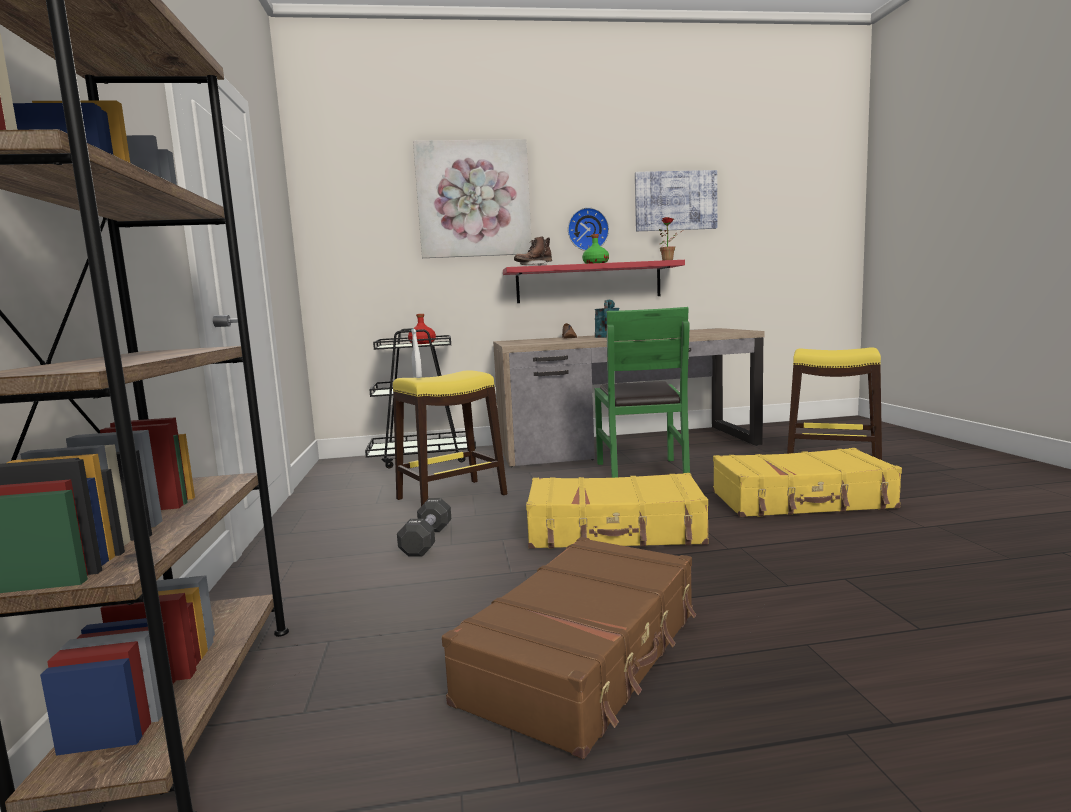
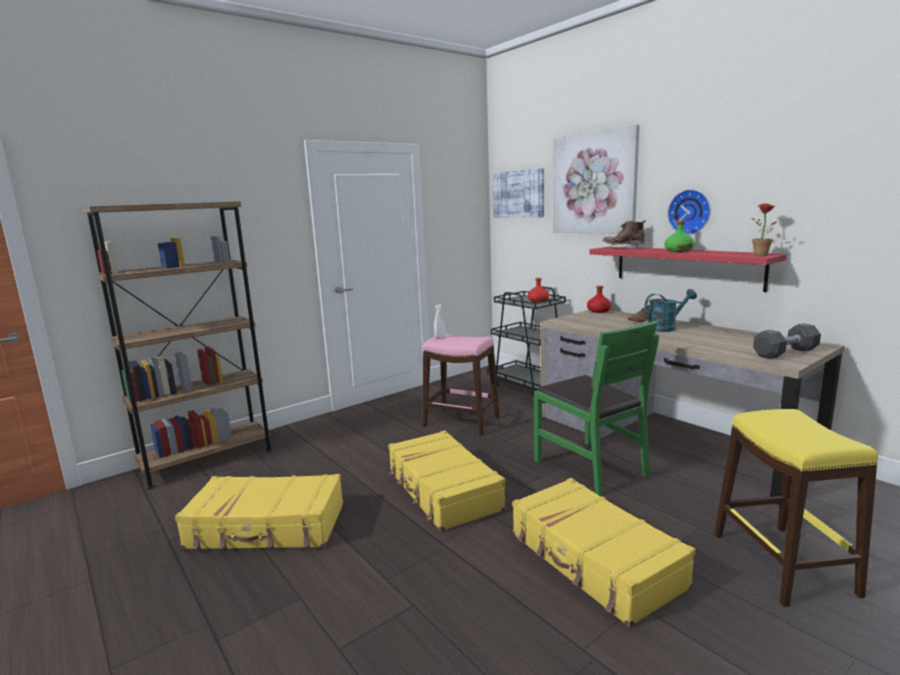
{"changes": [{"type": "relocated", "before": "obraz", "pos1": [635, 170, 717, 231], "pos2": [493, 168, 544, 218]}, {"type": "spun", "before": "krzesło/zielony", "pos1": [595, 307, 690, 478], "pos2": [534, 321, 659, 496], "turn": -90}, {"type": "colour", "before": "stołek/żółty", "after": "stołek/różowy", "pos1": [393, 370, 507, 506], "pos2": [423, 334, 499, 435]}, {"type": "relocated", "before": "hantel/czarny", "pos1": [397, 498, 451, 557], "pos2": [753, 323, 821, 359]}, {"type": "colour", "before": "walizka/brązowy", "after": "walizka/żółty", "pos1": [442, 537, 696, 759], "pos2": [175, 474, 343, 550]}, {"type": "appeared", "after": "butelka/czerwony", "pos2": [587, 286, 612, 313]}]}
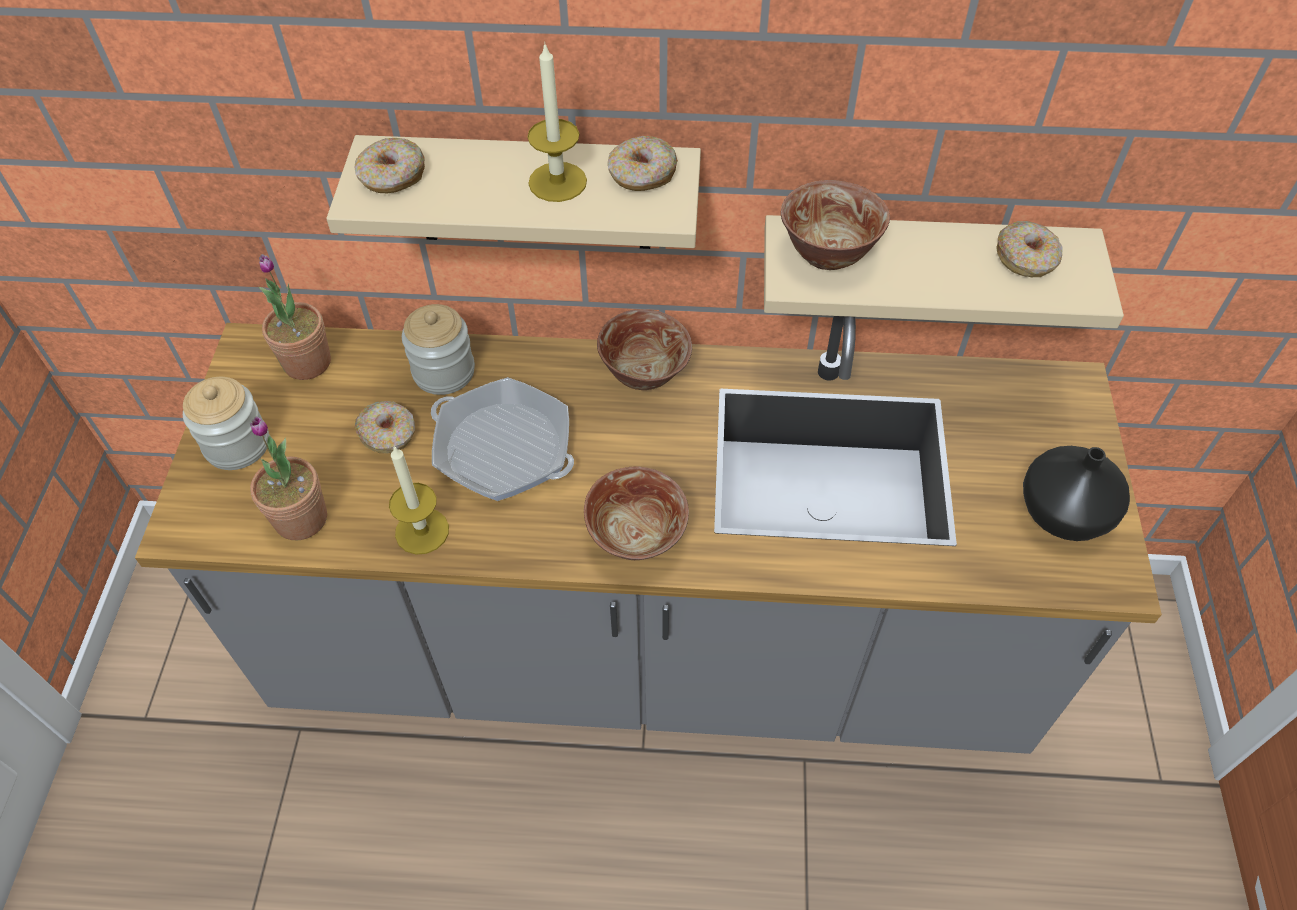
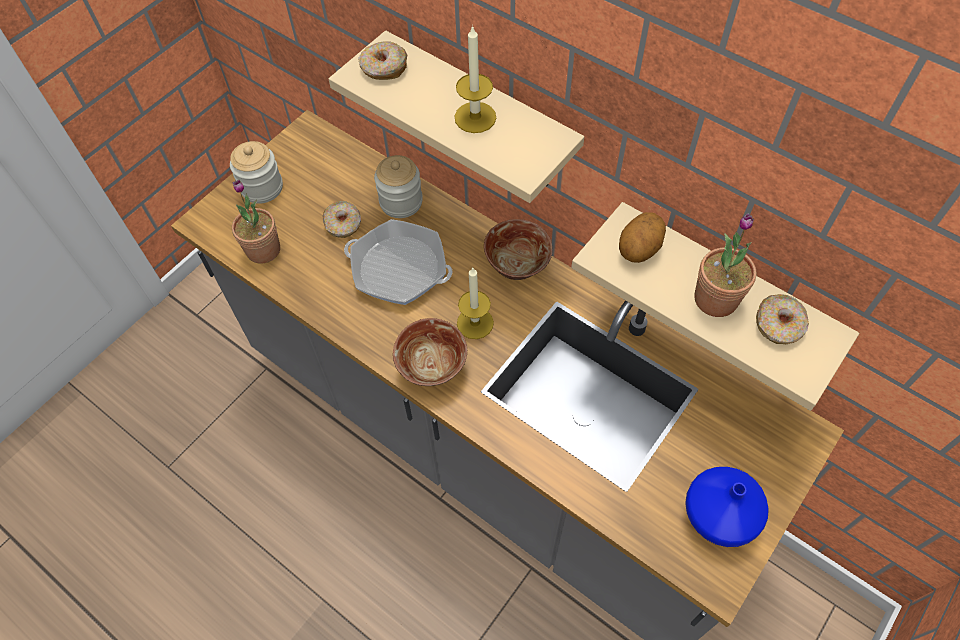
{"changes": [{"type": "missing", "before": "donut", "pos1": [608, 136, 678, 191]}, {"type": "exchanged", "before": "miska", "after": "ziemniak", "pos1": [781, 180, 890, 270], "pos2": [619, 212, 666, 263]}, {"type": "relocated", "before": "roślina doniczkowa", "pos1": [259, 254, 331, 380], "pos2": [694, 213, 756, 317]}, {"type": "spun", "before": "patelnia", "pos1": [431, 377, 574, 501], "pos2": [344, 219, 453, 305], "turn": -45}, {"type": "relocated", "before": "świeca", "pos1": [389, 445, 449, 554], "pos2": [457, 267, 494, 339]}, {"type": "colour", "before": "wazon/czarny", "after": "wazon/niebieski", "pos1": [1023, 446, 1130, 541], "pos2": [685, 467, 769, 547]}]}
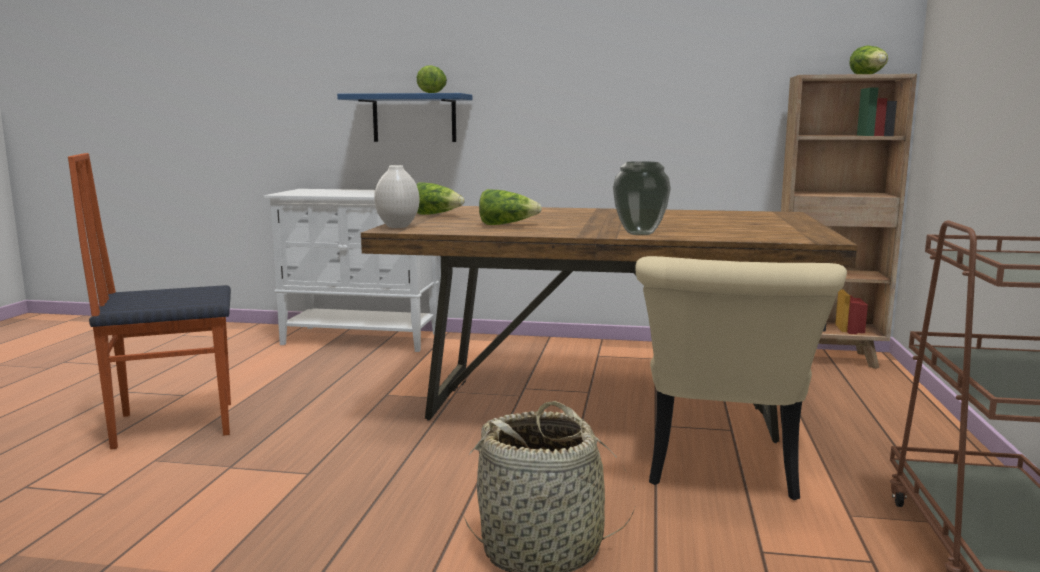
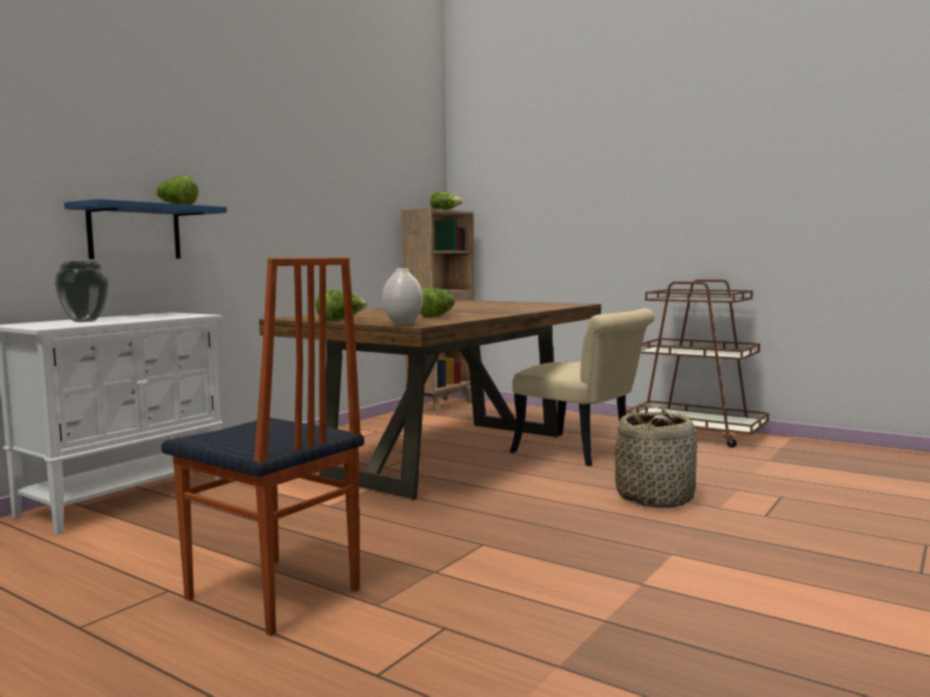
{"changes": [{"type": "spun", "before": "krzesło", "pos1": [68, 153, 231, 449], "pos2": [161, 257, 364, 636], "turn": -60}, {"type": "relocated", "before": "wazon", "pos1": [613, 161, 671, 235], "pos2": [55, 261, 109, 322]}]}
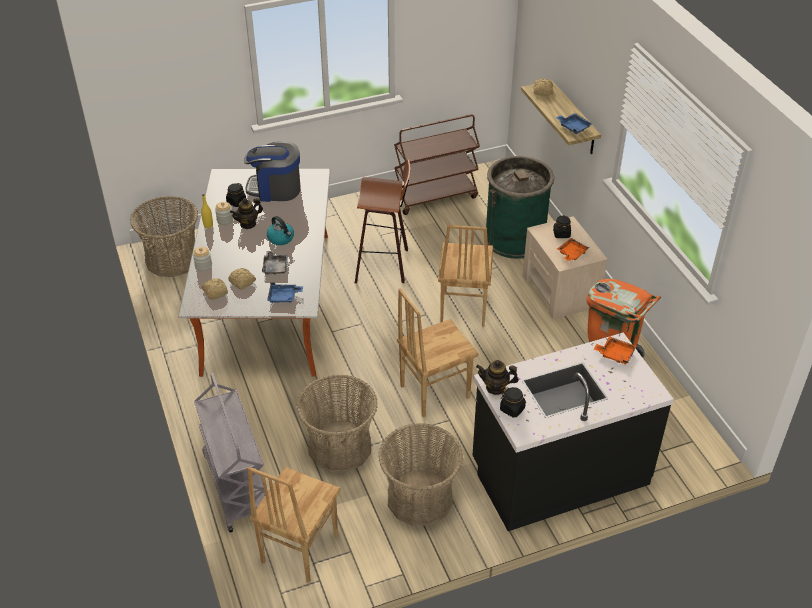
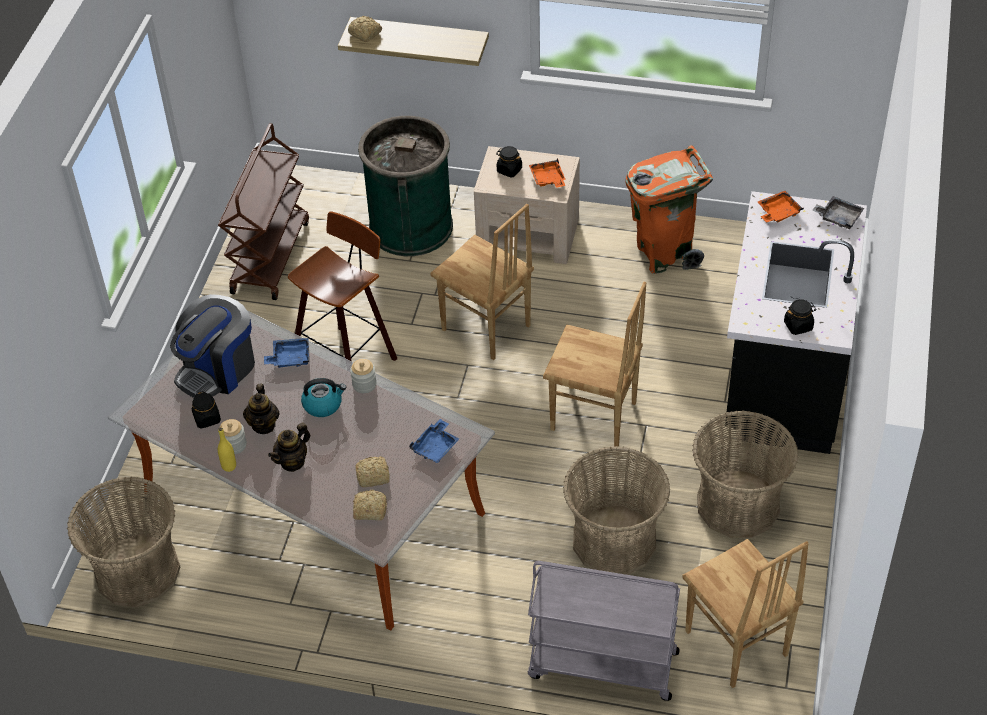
{"changes": [{"type": "relocated", "before": "taca/niebieski", "pos1": [556, 113, 592, 134], "pos2": [264, 338, 310, 368]}, {"type": "relocated", "before": "słoik", "pos1": [193, 247, 212, 271], "pos2": [350, 359, 377, 393]}, {"type": "relocated", "before": "taca/szary", "pos1": [262, 251, 288, 275], "pos2": [812, 196, 864, 229]}, {"type": "spun", "before": "krzesło/brązowy", "pos1": [397, 288, 478, 417], "pos2": [543, 282, 646, 447], "turn": -75}, {"type": "relocated", "before": "imbryk", "pos1": [476, 360, 519, 395], "pos2": [268, 423, 310, 472]}]}
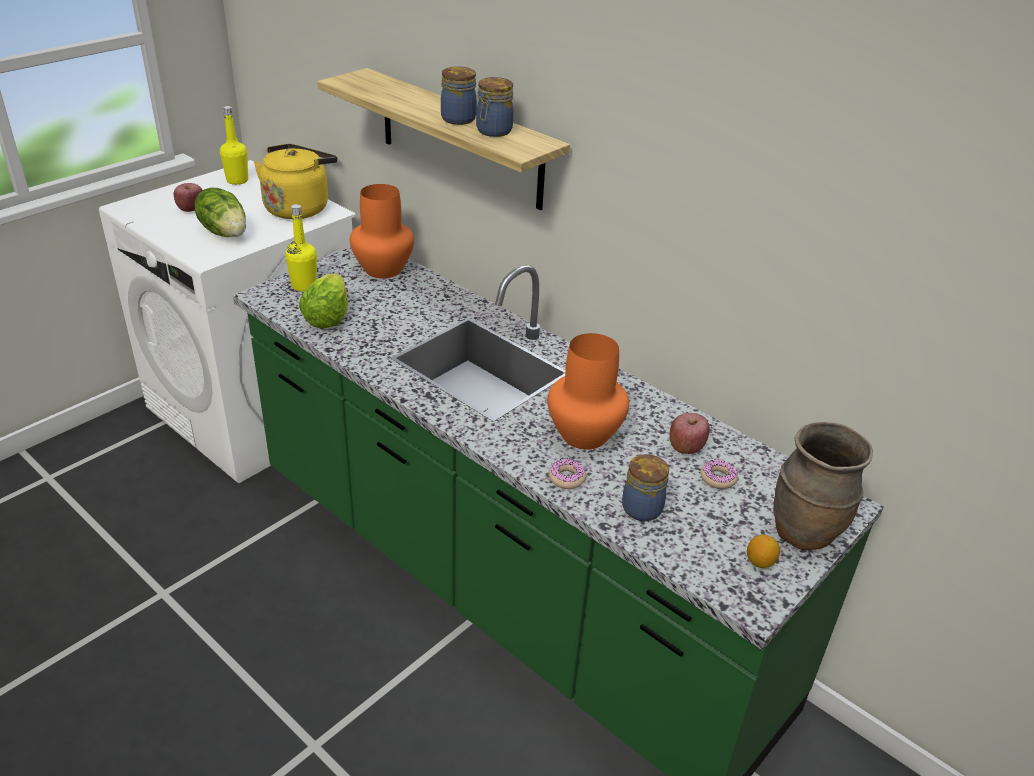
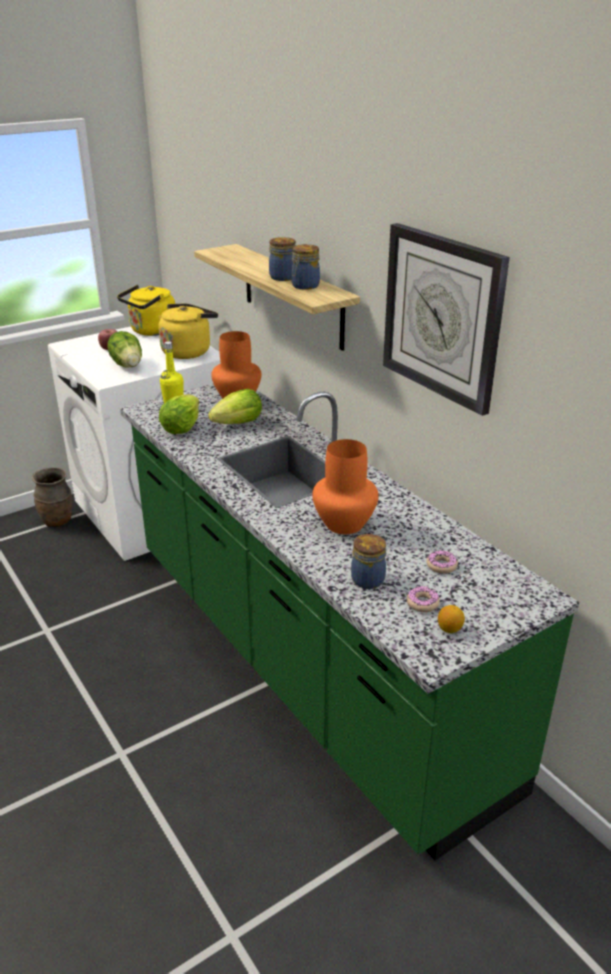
{"changes": [{"type": "exchanged", "before": "butelka/żółty", "after": "czajnik/żółty", "pos1": [220, 106, 248, 185], "pos2": [117, 285, 175, 336]}, {"type": "missing", "before": "jabłko", "pos1": [669, 413, 710, 454]}, {"type": "relocated", "before": "wazon/brązowy", "pos1": [773, 422, 873, 550], "pos2": [32, 468, 72, 527]}, {"type": "relocated", "before": "donut", "pos1": [549, 458, 586, 489], "pos2": [406, 586, 440, 612]}, {"type": "appeared", "after": "zegar ścienny", "pos2": [383, 223, 510, 416]}, {"type": "appeared", "after": "sałata", "pos2": [208, 389, 262, 424]}]}
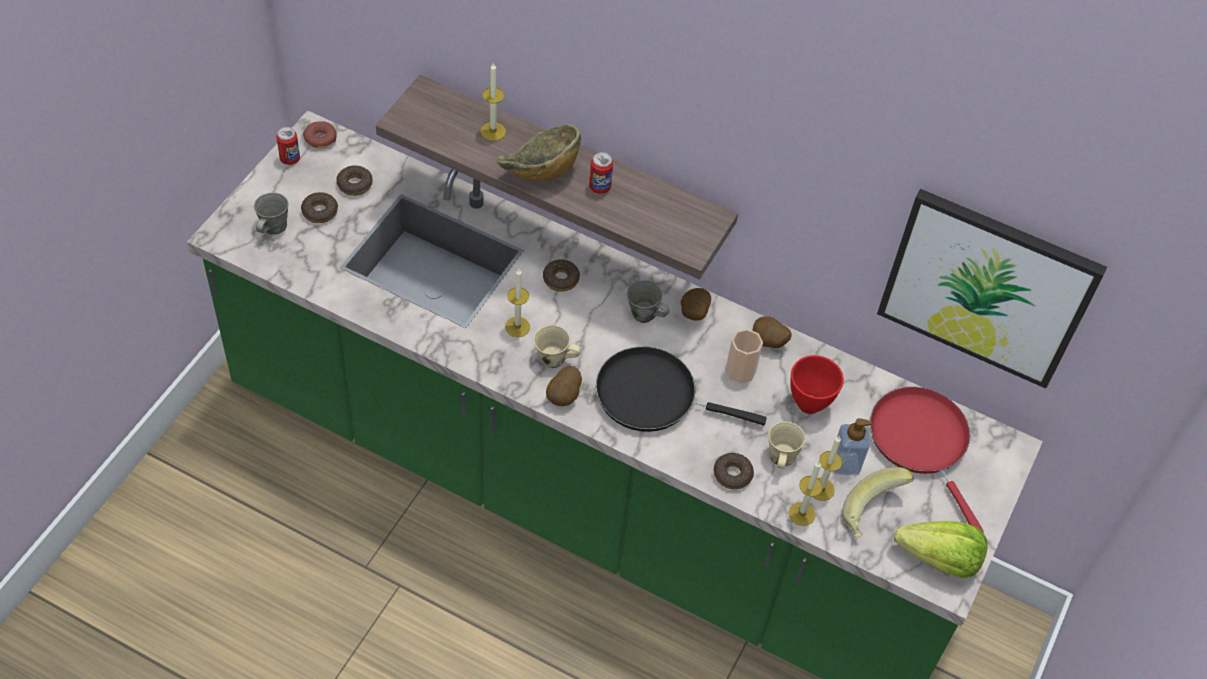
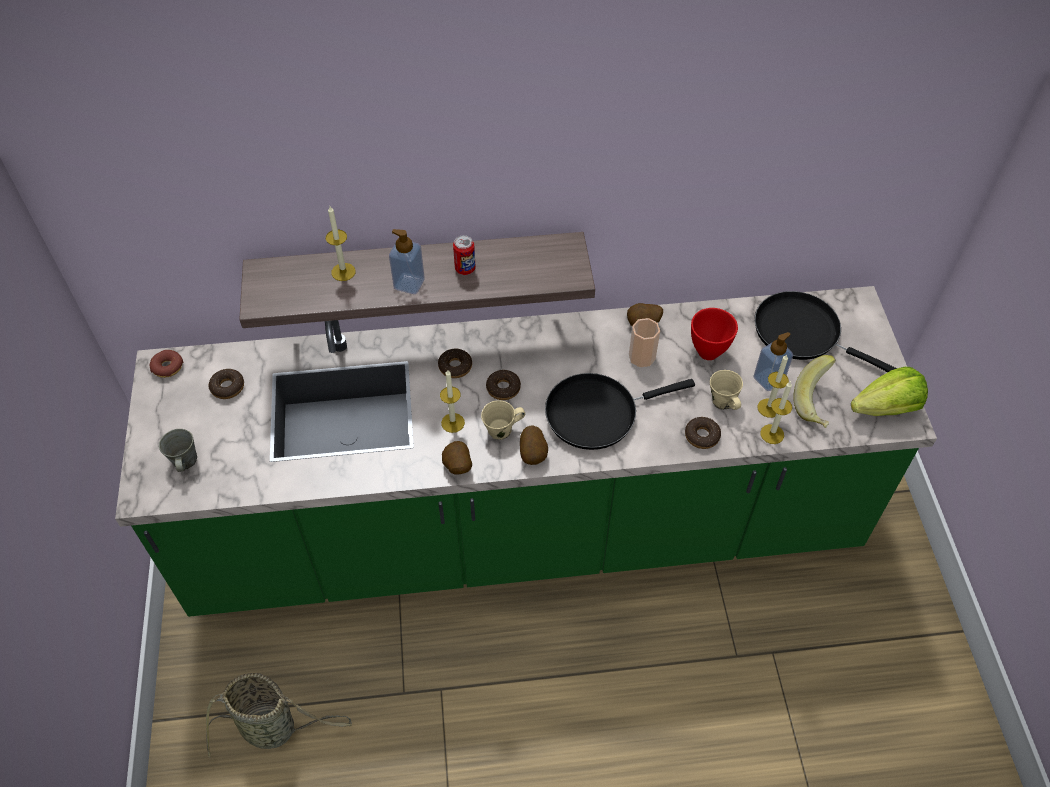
{"changes": [{"type": "exchanged", "before": "miska", "after": "dozownik mydła", "pos1": [496, 125, 581, 181], "pos2": [389, 229, 425, 294]}, {"type": "missing", "before": "puszka", "pos1": [276, 127, 300, 165]}, {"type": "missing", "before": "obraz", "pos1": [877, 189, 1107, 389]}, {"type": "relocated", "before": "donut", "pos1": [301, 192, 338, 223], "pos2": [486, 370, 521, 400]}, {"type": "missing", "before": "kubek/szary", "pos1": [627, 280, 670, 323]}, {"type": "relocated", "before": "ziemniak", "pos1": [681, 288, 711, 321], "pos2": [442, 441, 472, 475]}, {"type": "colour", "before": "patelnia/czerwony", "after": "patelnia/czarny", "pos1": [870, 387, 984, 532], "pos2": [755, 291, 897, 372]}, {"type": "appeared", "after": "koszyk", "pos2": [206, 673, 352, 758]}]}
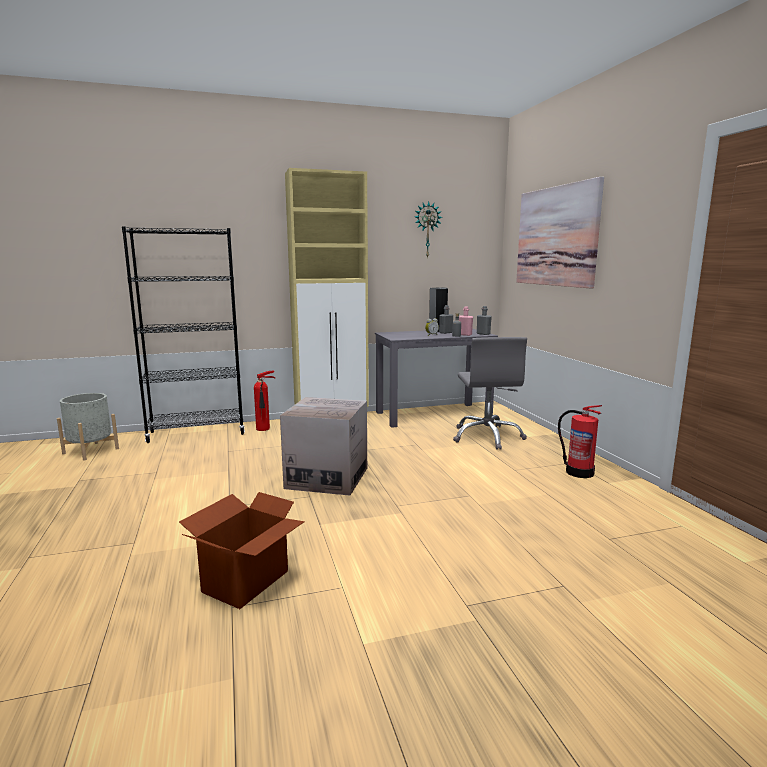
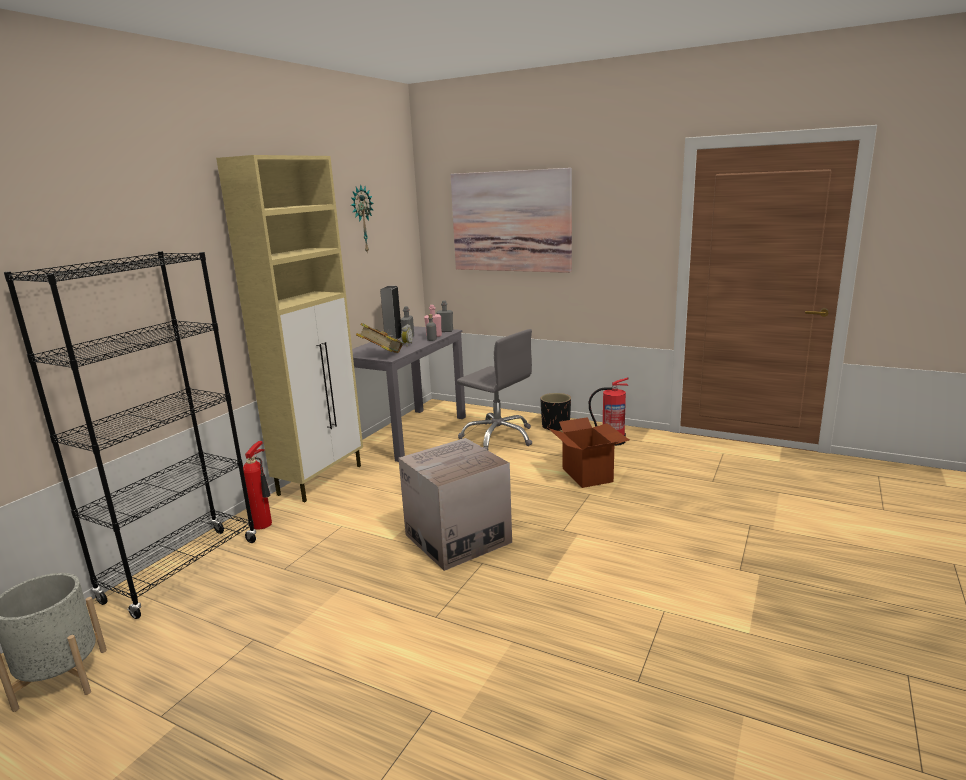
{"changes": [{"type": "relocated", "before": "karton", "pos1": [179, 492, 305, 609], "pos2": [549, 417, 629, 488]}, {"type": "appeared", "after": "książka", "pos2": [356, 323, 403, 353]}, {"type": "appeared", "after": "donica/czarny", "pos2": [540, 393, 571, 431]}]}
